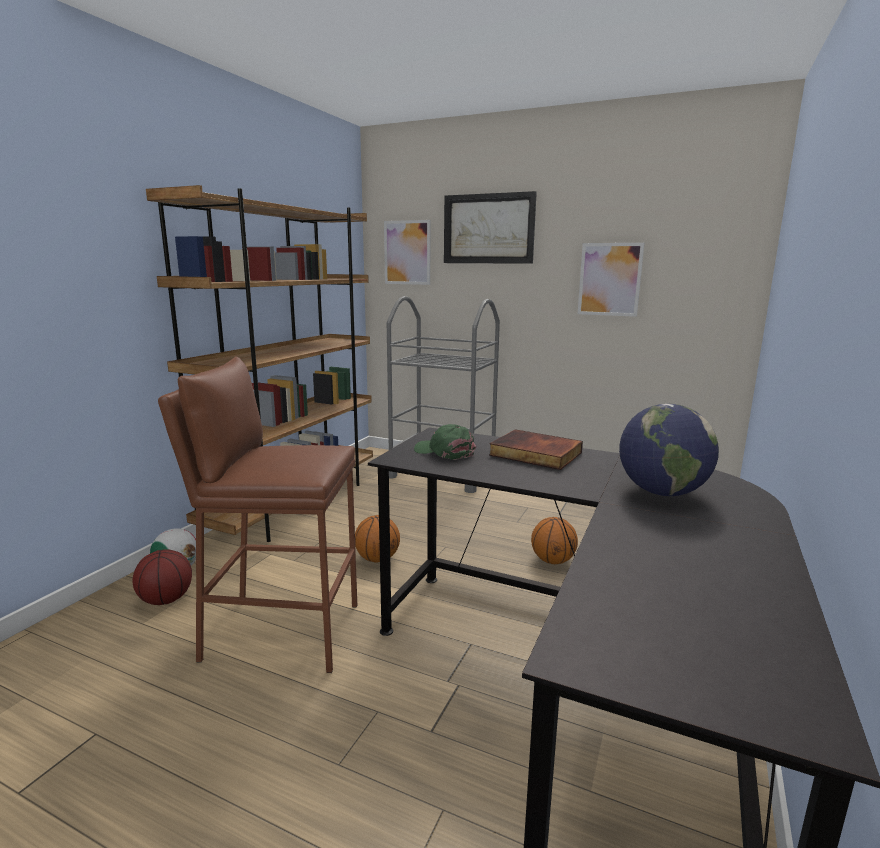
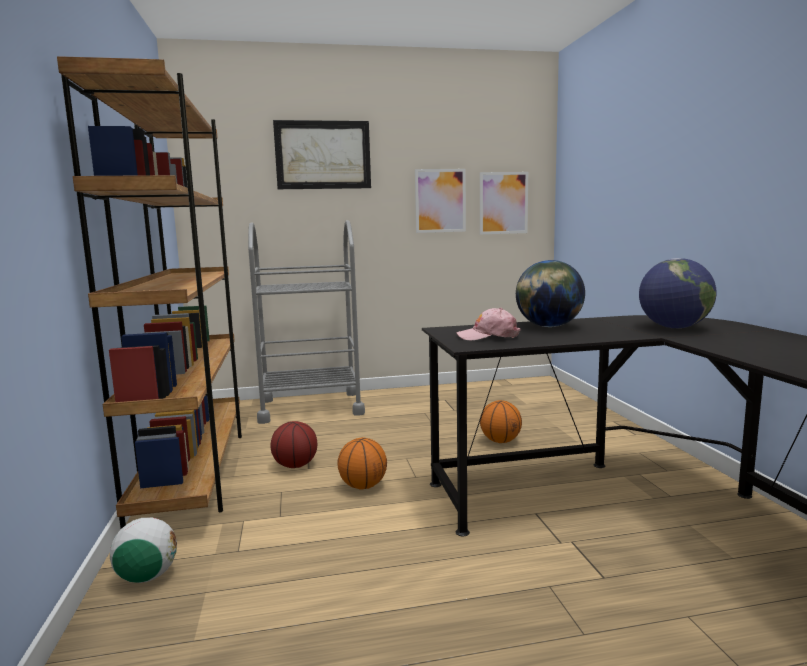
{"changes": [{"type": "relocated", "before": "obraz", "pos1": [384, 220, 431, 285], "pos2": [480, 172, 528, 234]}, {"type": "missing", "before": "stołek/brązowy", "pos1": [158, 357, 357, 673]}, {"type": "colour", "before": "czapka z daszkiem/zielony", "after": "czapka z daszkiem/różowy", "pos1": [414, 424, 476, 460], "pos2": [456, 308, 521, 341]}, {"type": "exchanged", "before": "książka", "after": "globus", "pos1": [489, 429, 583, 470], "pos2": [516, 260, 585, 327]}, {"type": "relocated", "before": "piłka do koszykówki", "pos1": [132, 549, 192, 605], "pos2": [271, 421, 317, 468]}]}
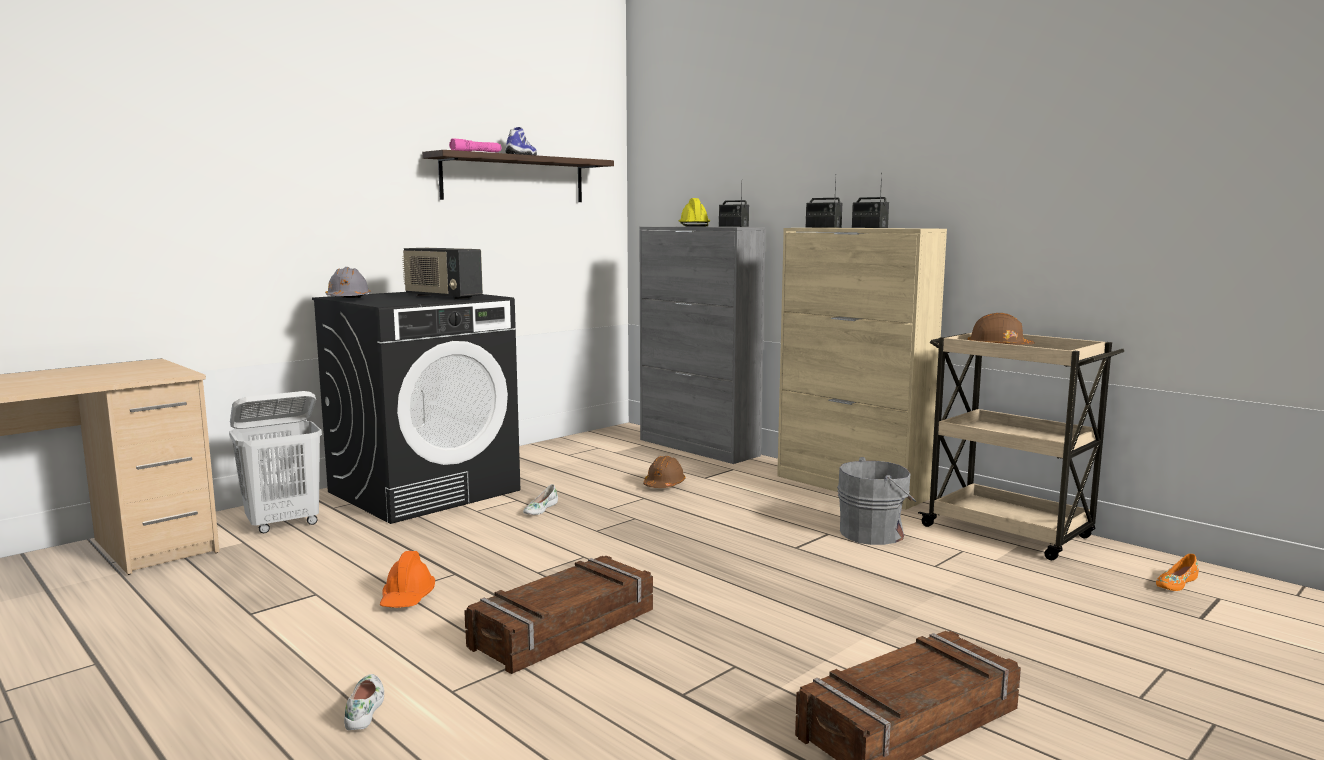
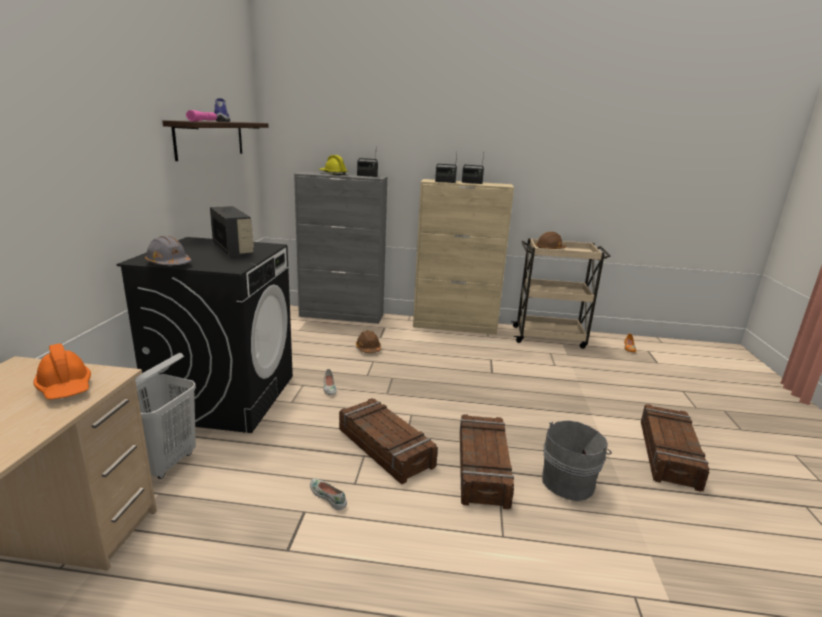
{"changes": [{"type": "spun", "before": "radio", "pos1": [402, 248, 483, 299], "pos2": [210, 206, 254, 256], "turn": -120}, {"type": "relocated", "before": "wiadro/szary", "pos1": [837, 457, 916, 545], "pos2": [542, 420, 612, 501]}, {"type": "relocated", "before": "kask/pomarańczowy", "pos1": [380, 551, 435, 608], "pos2": [33, 343, 91, 399]}, {"type": "relocated", "before": "but/biały", "pos1": [344, 674, 384, 730], "pos2": [310, 478, 347, 510]}, {"type": "appeared", "after": "skrzynka", "pos2": [339, 398, 438, 484]}]}
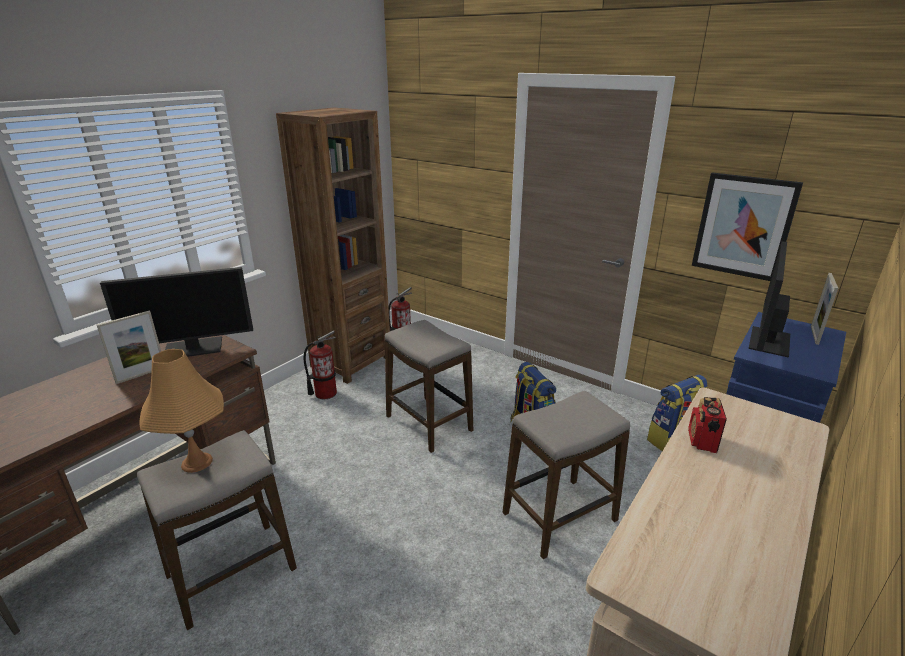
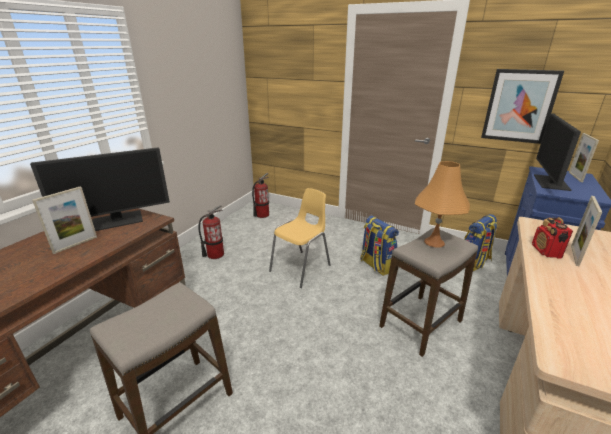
{"changes": [{"type": "missing", "before": "regał/brązowy", "pos1": [276, 108, 390, 384]}, {"type": "exchanged", "before": "stołek", "after": "krzesło/żółty", "pos1": [385, 320, 473, 453], "pos2": [269, 188, 331, 288]}, {"type": "relocated", "before": "lampa stołowa/pomarańczowy", "pos1": [139, 349, 224, 473], "pos2": [415, 161, 470, 248]}, {"type": "appeared", "after": "ramka na zdjęcie", "pos2": [571, 196, 602, 266]}]}
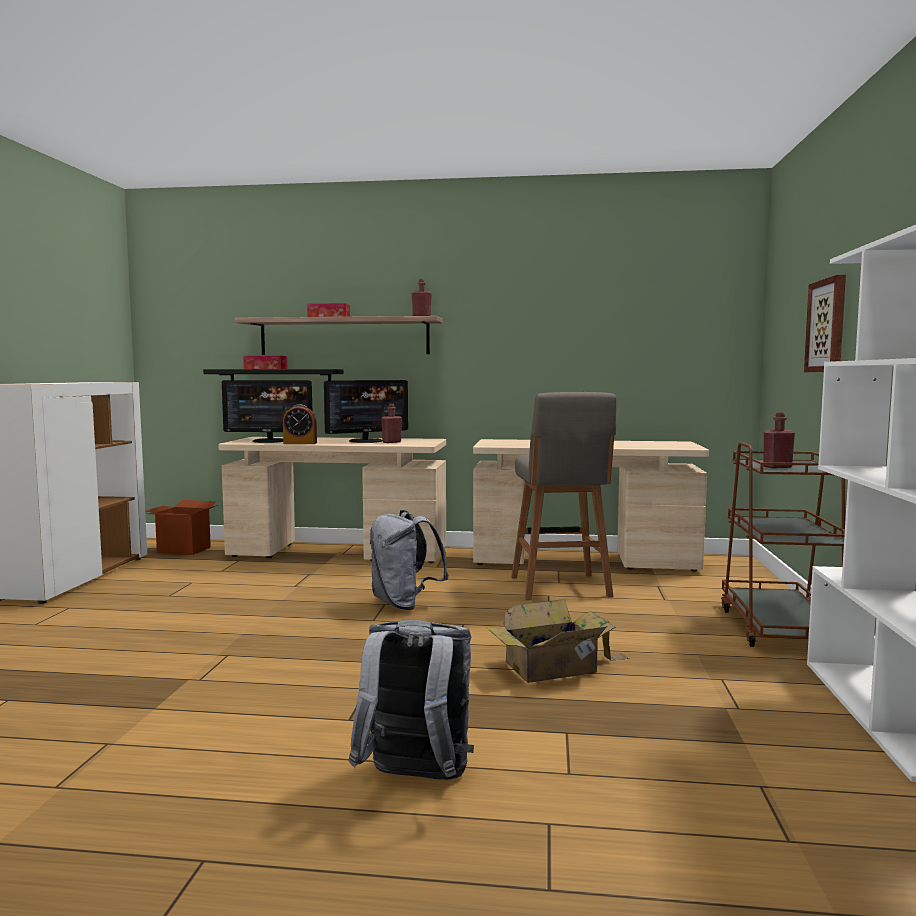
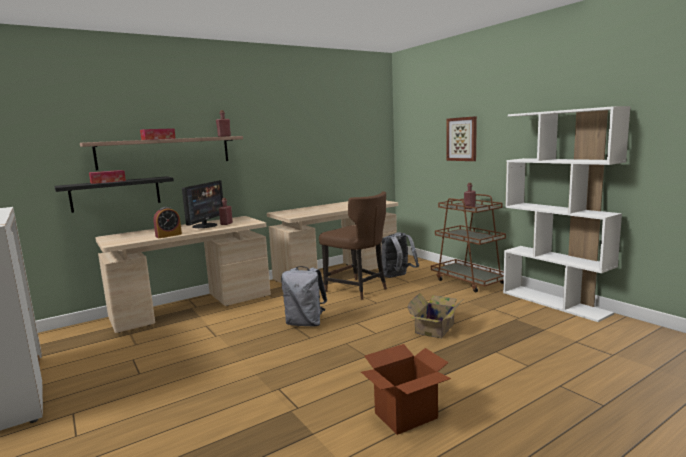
{"changes": [{"type": "missing", "before": "monitor", "pos1": [222, 380, 312, 443]}, {"type": "exchanged", "before": "stołek/szary", "after": "krzesło/brązowy", "pos1": [511, 392, 617, 600], "pos2": [319, 191, 387, 300]}, {"type": "relocated", "before": "karton", "pos1": [146, 500, 218, 555], "pos2": [361, 344, 451, 435]}, {"type": "relocated", "before": "plecak/szary", "pos1": [349, 620, 474, 780], "pos2": [381, 232, 419, 278]}]}
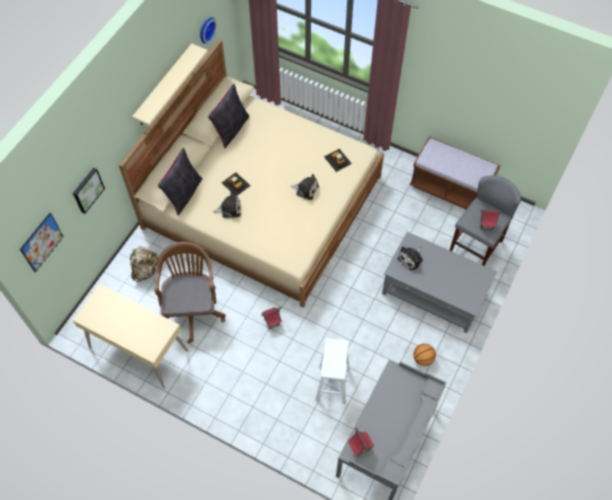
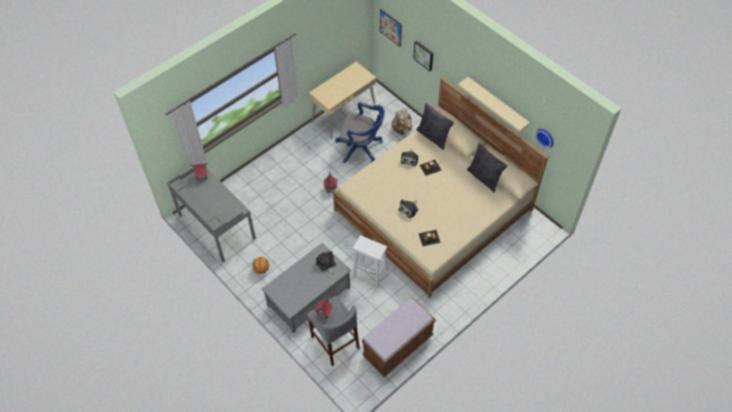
{"changes": [{"type": "colour", "before": "krzesło biurowe/brązowy", "after": "krzesło biurowe/niebieski", "pos1": [155, 242, 226, 343], "pos2": [335, 102, 385, 163]}, {"type": "relocated", "before": "stołek/biały", "pos1": [315, 338, 350, 404], "pos2": [352, 235, 388, 289]}]}
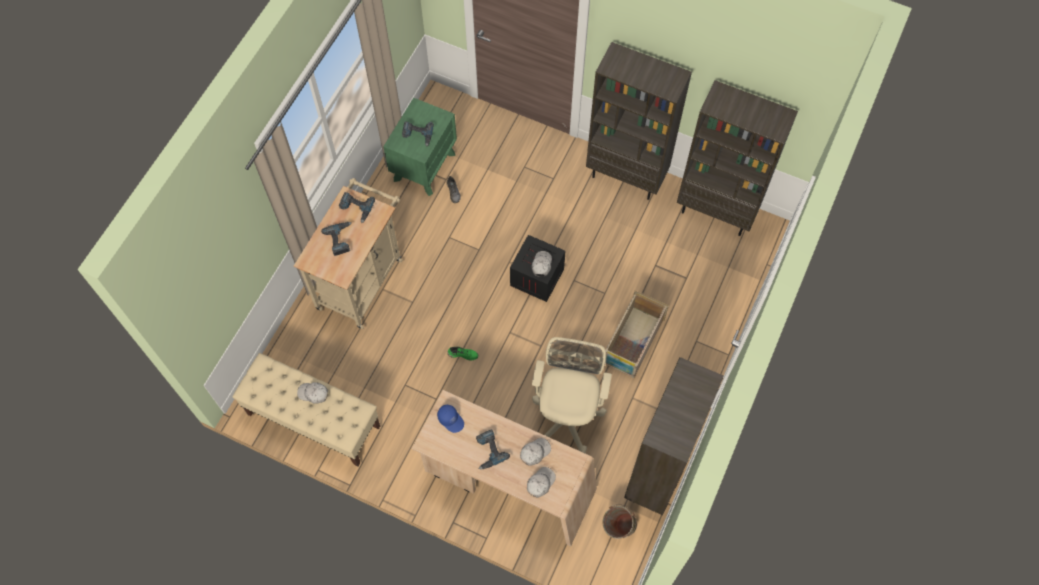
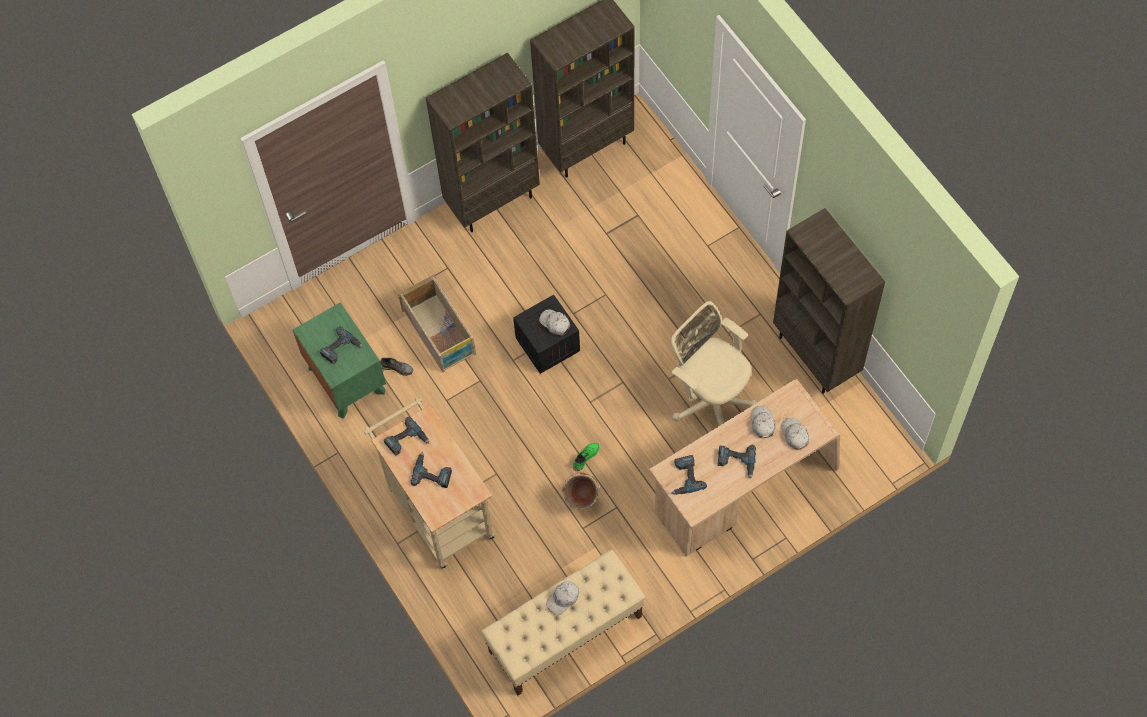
{"changes": [{"type": "relocated", "before": "skrzynka", "pos1": [605, 290, 669, 379], "pos2": [398, 274, 476, 372]}, {"type": "exchanged", "before": "czapka z daszkiem/niebieski", "after": "wiertarka", "pos1": [437, 405, 464, 433], "pos2": [671, 455, 707, 495]}, {"type": "relocated", "before": "wiadro/zielony", "pos1": [602, 504, 637, 539], "pos2": [562, 473, 599, 509]}]}
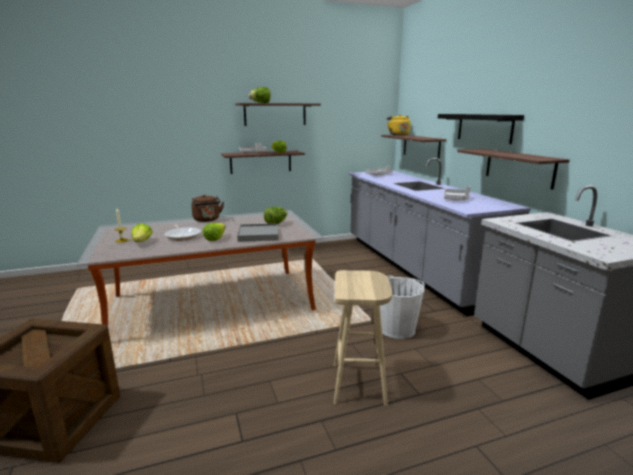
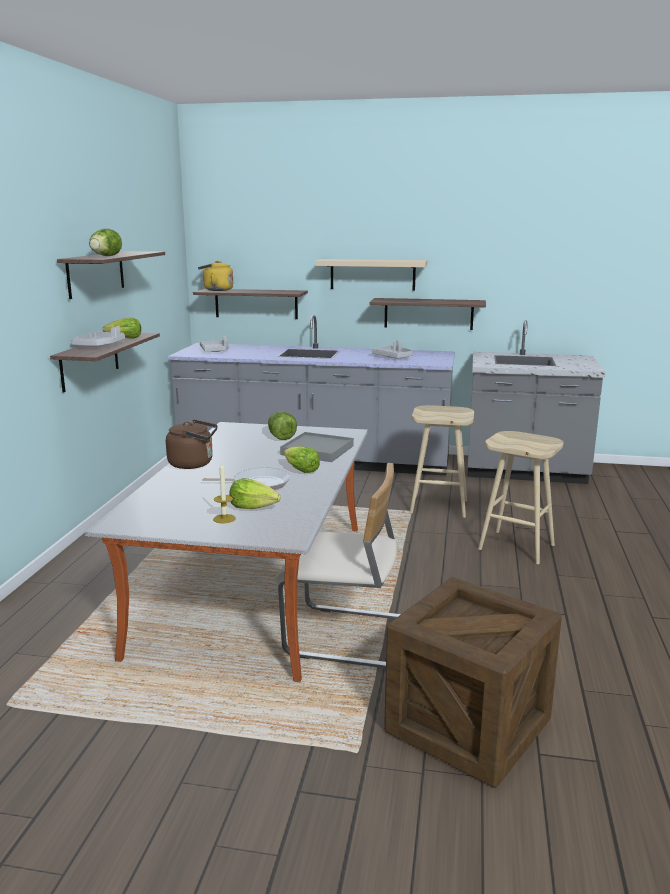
{"changes": [{"type": "colour", "before": "półka/czarny", "after": "półka/beżowy", "pos1": [438, 114, 524, 144], "pos2": [315, 259, 427, 291]}, {"type": "exchanged", "before": "wiadro/biały", "after": "stołek/beżowy", "pos1": [380, 275, 425, 339], "pos2": [410, 405, 474, 518]}, {"type": "appeared", "after": "krzesło/beżowy", "pos2": [276, 463, 401, 668]}]}
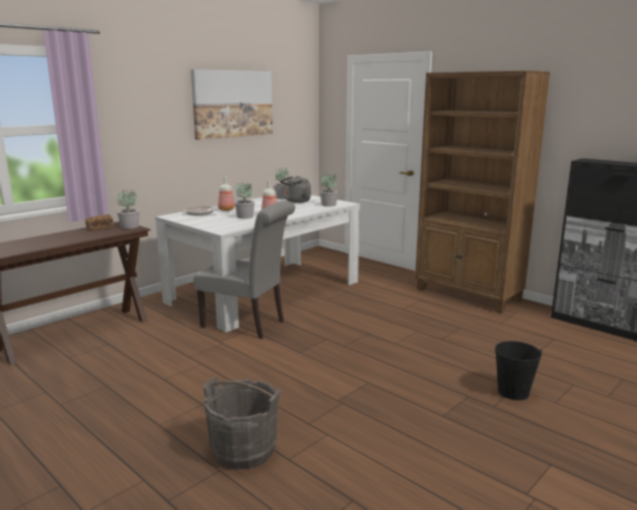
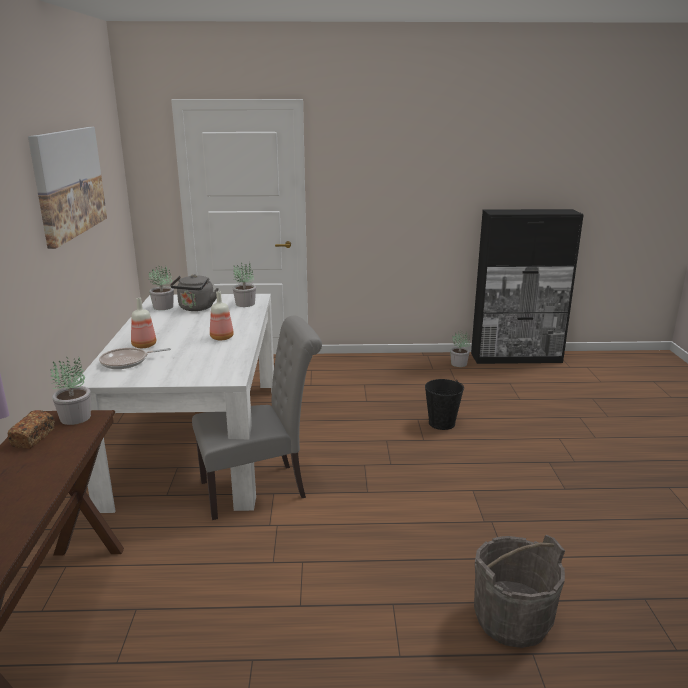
{"changes": [{"type": "missing", "before": "regał/brązowy", "pos1": [415, 71, 550, 313]}, {"type": "relocated", "before": "roślina doniczkowa", "pos1": [235, 183, 255, 219], "pos2": [450, 331, 470, 367]}, {"type": "relocated", "before": "wiadro/czarny", "pos1": [495, 341, 542, 400], "pos2": [425, 379, 464, 430]}]}
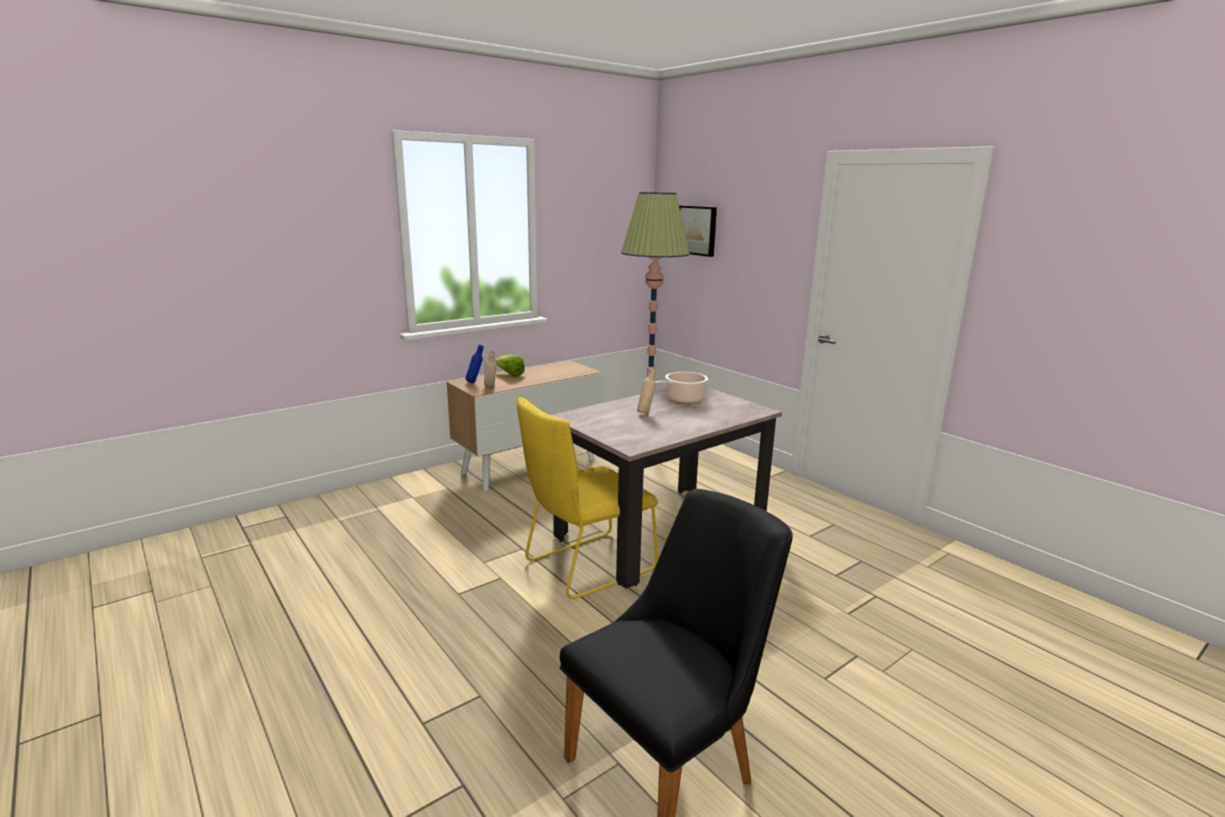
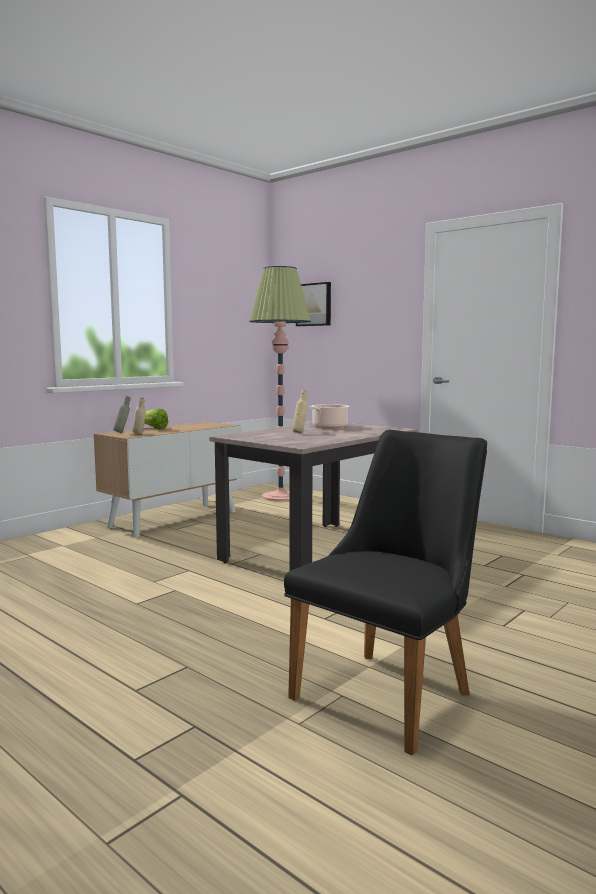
{"changes": [{"type": "colour", "before": "butelka/niebieski", "after": "butelka/szary", "pos1": [465, 345, 483, 383], "pos2": [113, 396, 131, 433]}, {"type": "missing", "before": "krzesło/żółty", "pos1": [517, 397, 659, 599]}]}
